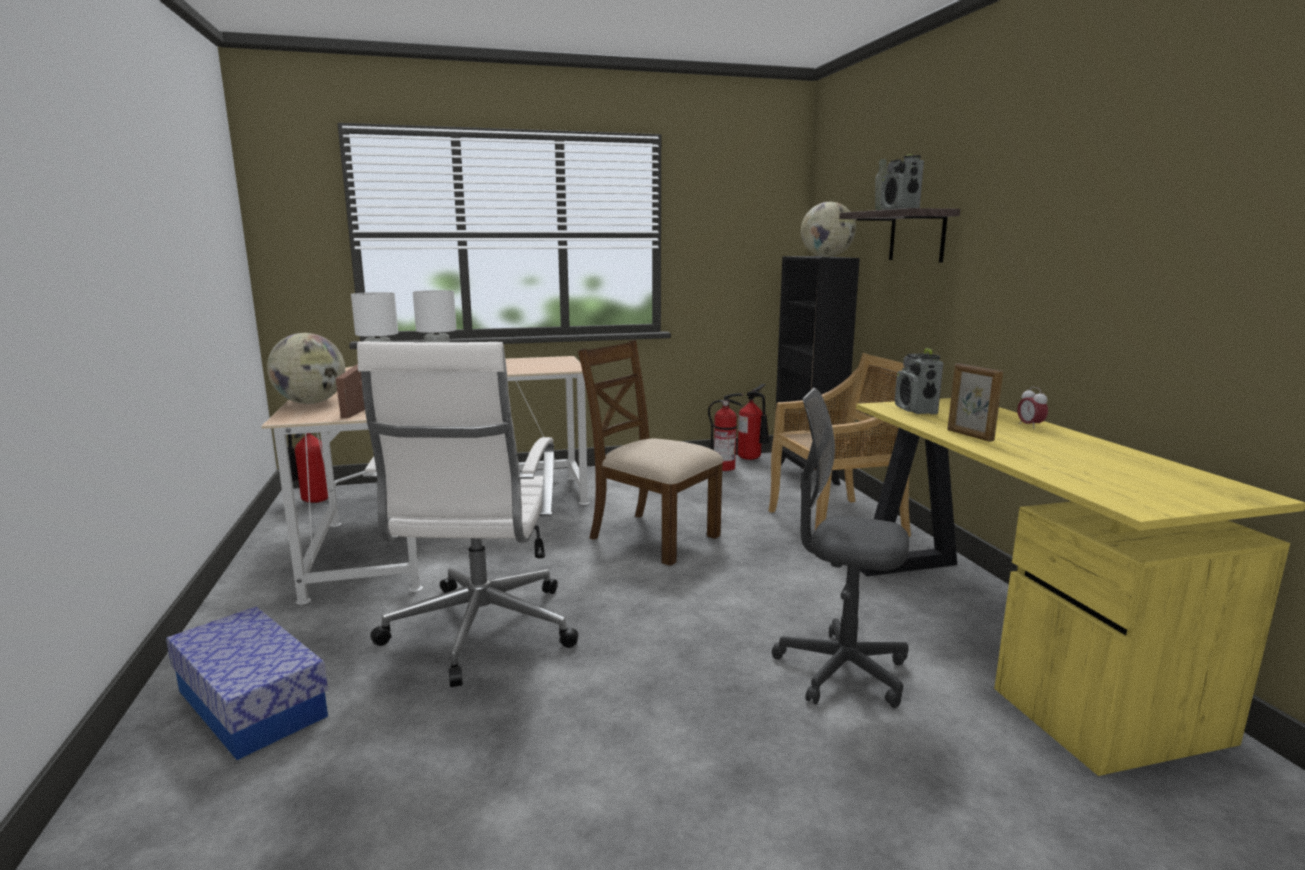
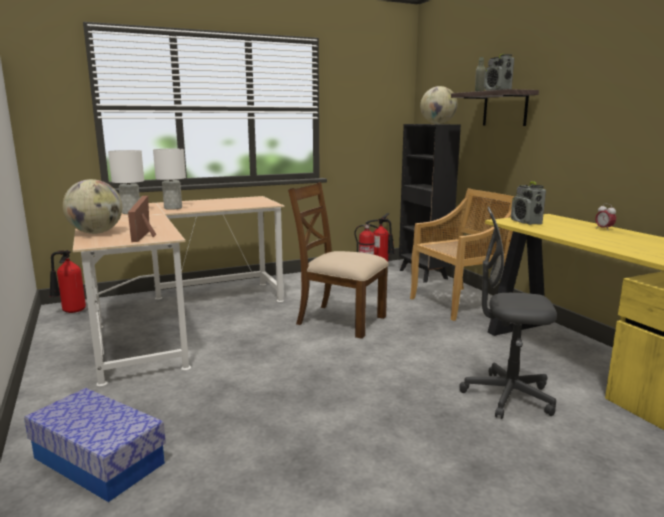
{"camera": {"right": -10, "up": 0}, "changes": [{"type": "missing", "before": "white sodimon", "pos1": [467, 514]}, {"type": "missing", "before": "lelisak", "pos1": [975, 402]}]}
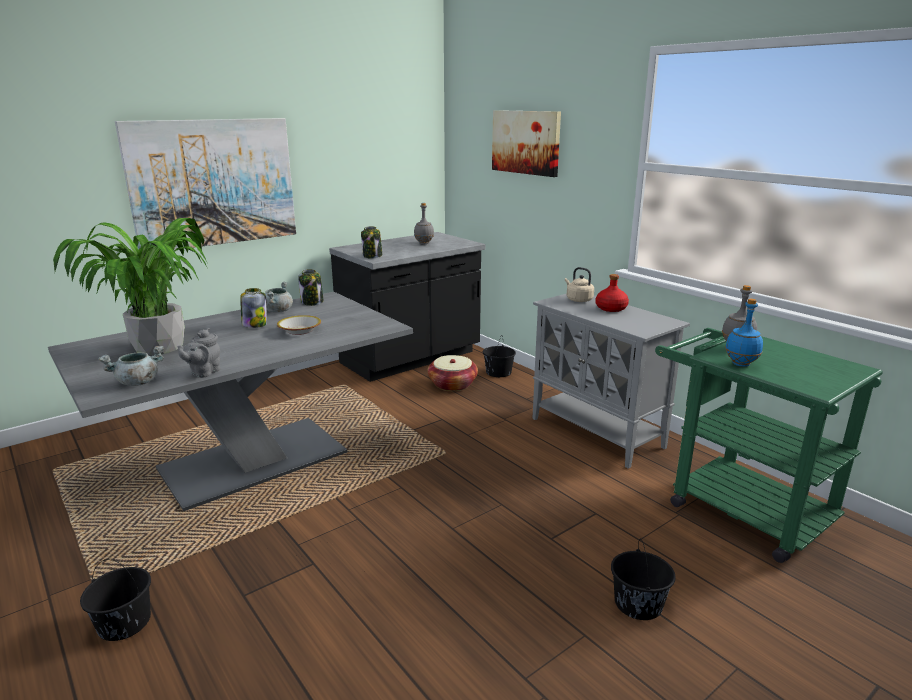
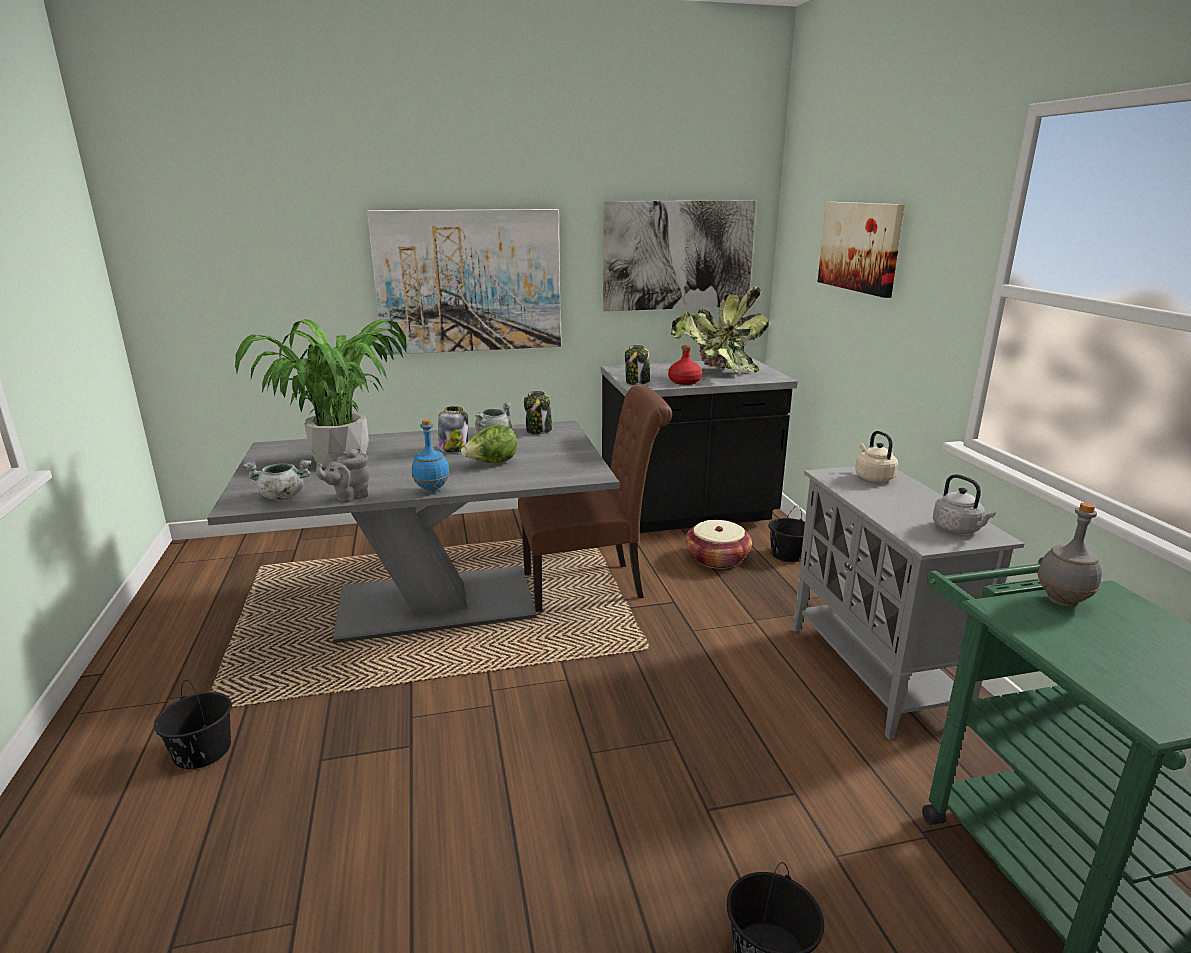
{"camera": {"right": 25, "up": 0}, "changes": [{"type": "exchanged", "before": "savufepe", "after": "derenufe", "pos1": [299, 325], "pos2": [489, 444]}, {"type": "exchanged", "before": "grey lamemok", "after": "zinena", "pos1": [424, 223], "pos2": [720, 329]}, {"type": "relocated", "before": "red lamemok", "pos1": [612, 293], "pos2": [685, 365]}, {"type": "relocated", "before": "blue lamemok", "pos1": [744, 332], "pos2": [431, 456]}, {"type": "appeared", "after": "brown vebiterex", "pos2": [595, 498]}, {"type": "appeared", "after": "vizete", "pos2": [679, 256]}, {"type": "appeared", "after": "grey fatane", "pos2": [964, 504]}]}
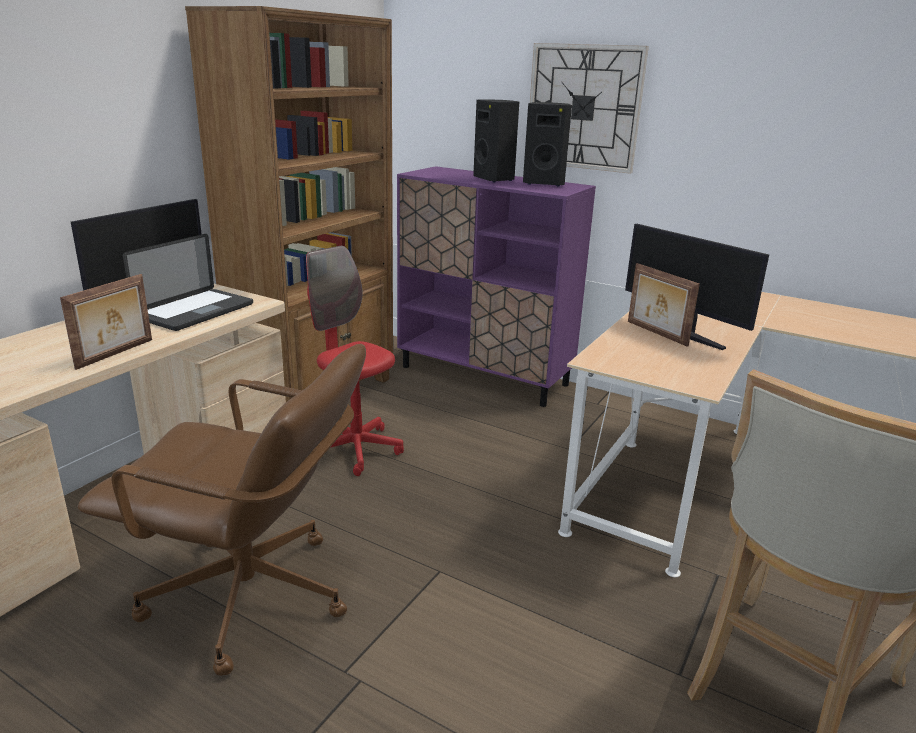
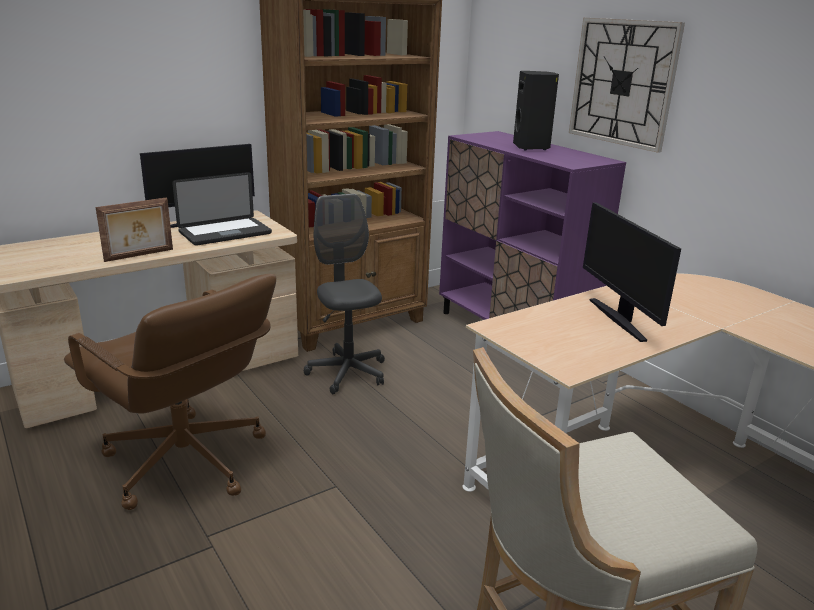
{"camera": {"right": 25, "up": 0}, "changes": [{"type": "colour", "before": "red sodimon", "after": "grey sodimon", "pos1": [355, 361], "pos2": [344, 294]}, {"type": "missing", "before": "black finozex", "pos1": [547, 144]}, {"type": "missing", "before": "lelisak", "pos1": [664, 305]}]}
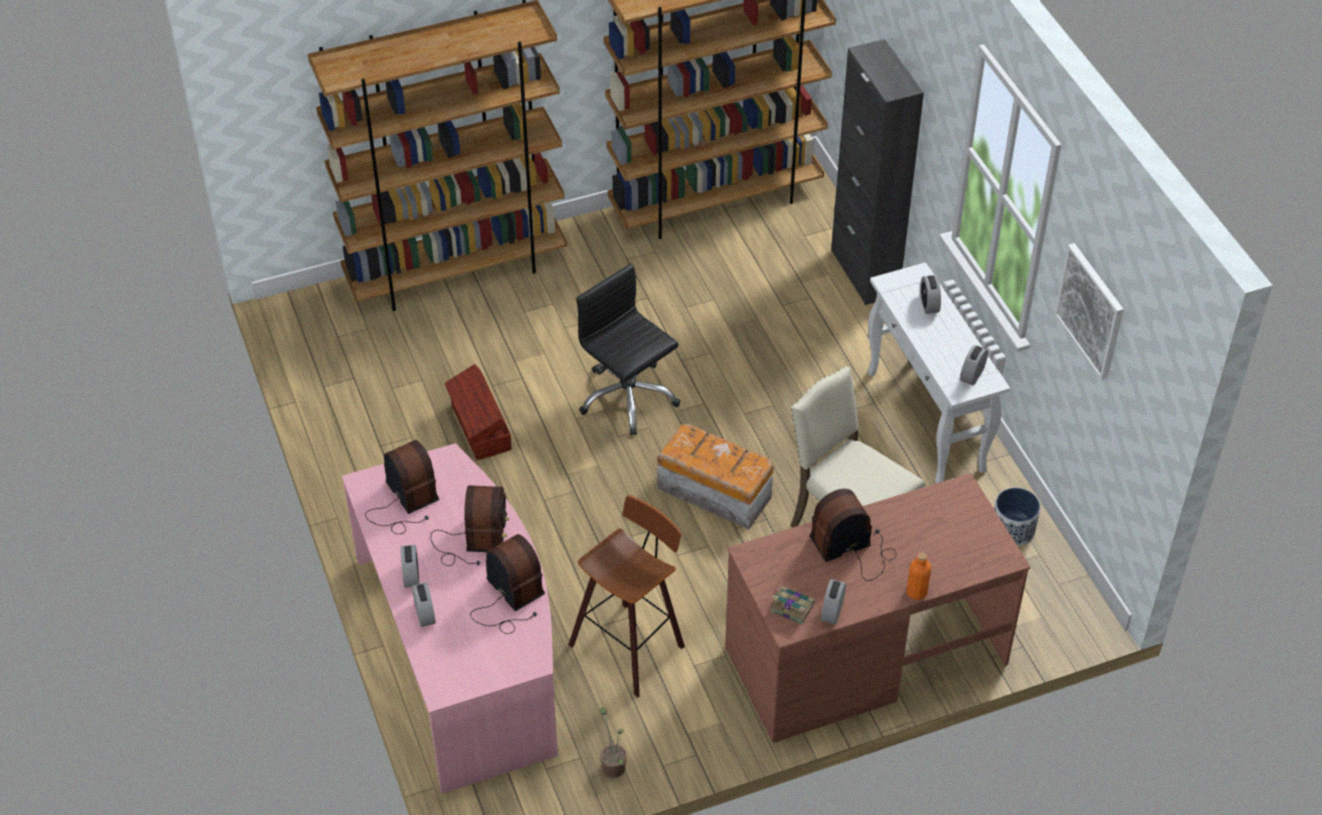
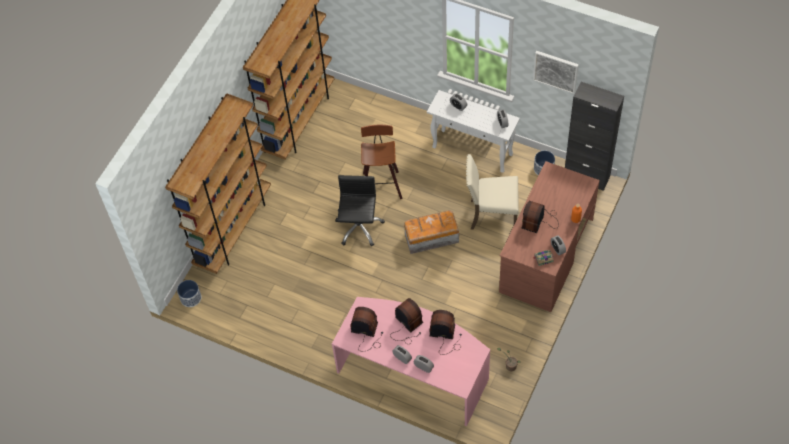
{"camera": {"right": -40, "up": 10}, "changes": [{"type": "missing", "before": "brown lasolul", "pos1": [478, 412]}, {"type": "relocated", "before": "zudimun", "pos1": [627, 596], "pos2": [382, 162]}, {"type": "spun", "before": "black sodimon", "pos1": [628, 349], "pos2": [360, 210], "turn": 90}, {"type": "relocated", "before": "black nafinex", "pos1": [877, 172], "pos2": [594, 136]}, {"type": "appeared", "after": "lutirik", "pos2": [189, 293]}]}
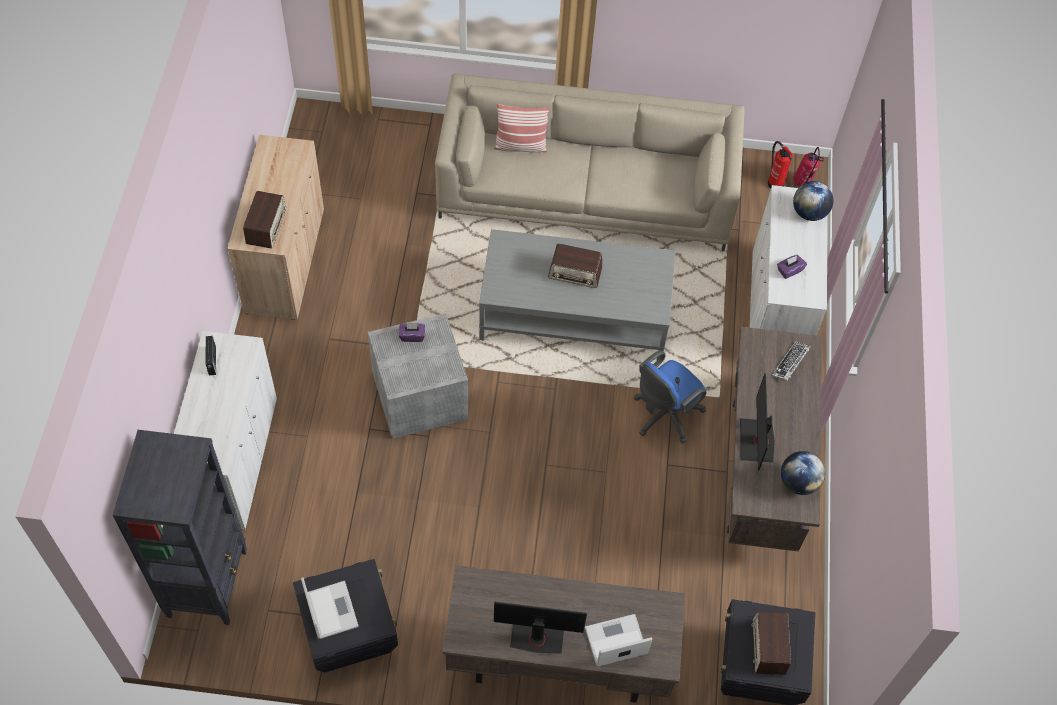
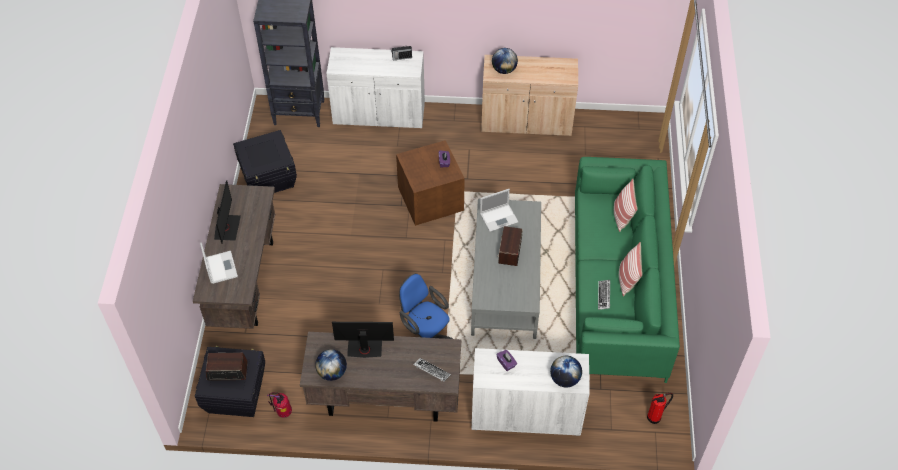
{"camera": {"right": 90, "up": -5}, "changes": [{"type": "exchanged", "before": "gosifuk", "after": "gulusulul", "pos1": [264, 220], "pos2": [505, 61]}, {"type": "relocated", "before": "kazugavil", "pos1": [330, 608], "pos2": [499, 210]}, {"type": "colour", "before": "grey lasolul", "after": "brown lasolul", "pos1": [418, 376], "pos2": [430, 183]}, {"type": "colour", "before": "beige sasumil", "after": "green sasumil", "pos1": [590, 162], "pos2": [627, 270]}, {"type": "relocated", "before": "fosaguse", "pos1": [808, 167], "pos2": [279, 405]}, {"type": "appeared", "after": "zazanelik", "pos2": [604, 295]}, {"type": "appeared", "after": "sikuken", "pos2": [631, 269]}]}
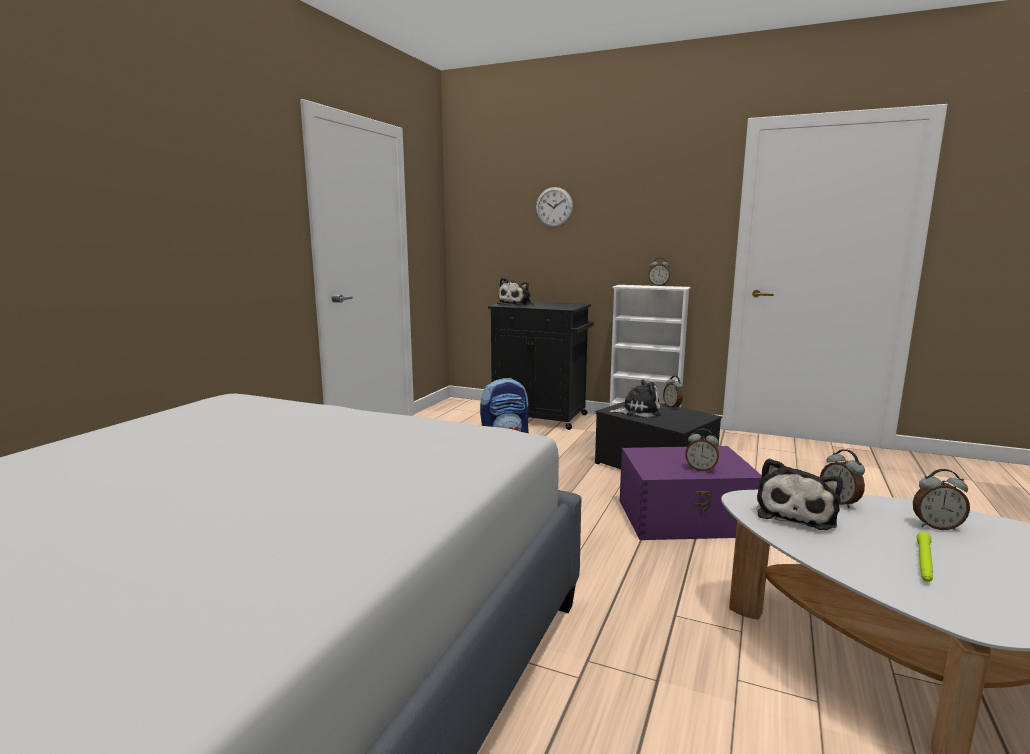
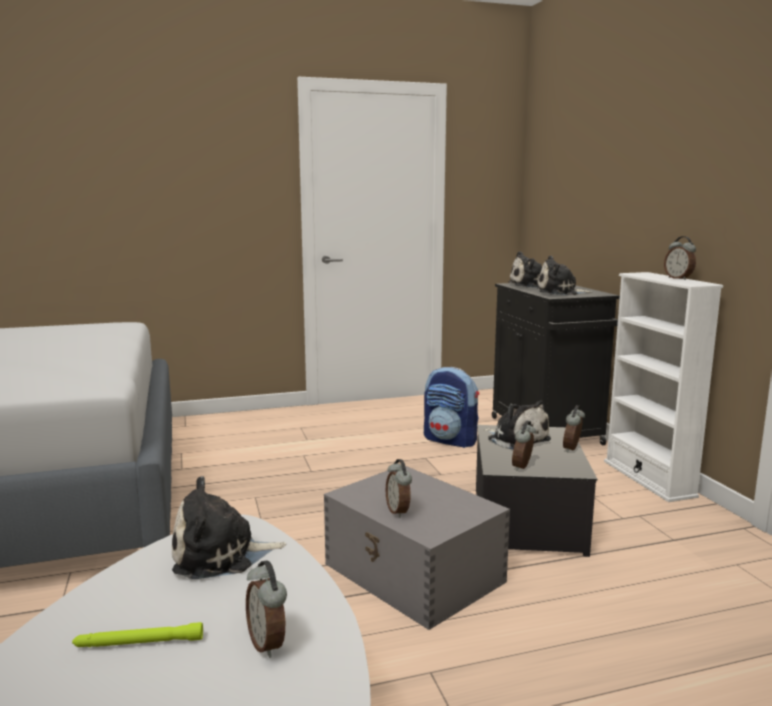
{"camera": {"right": 50, "up": 0}, "changes": [{"type": "missing", "before": "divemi", "pos1": [554, 207]}, {"type": "colour", "before": "purple lasolul", "after": "grey lasolul", "pos1": [691, 493], "pos2": [417, 548]}, {"type": "relocated", "before": "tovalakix", "pos1": [842, 479], "pos2": [524, 446]}, {"type": "appeared", "after": "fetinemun", "pos2": [564, 275]}]}
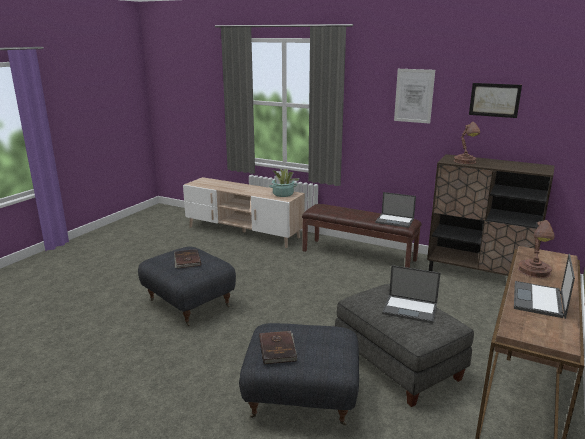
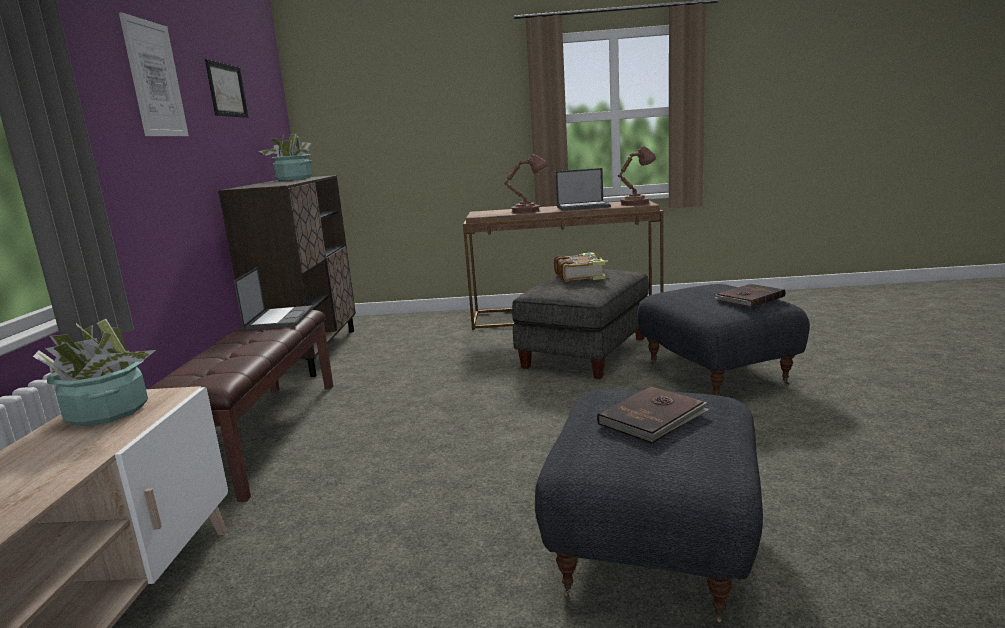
{"camera": {"right": -115, "up": -5}, "changes": [{"type": "exchanged", "before": "kazugavil", "after": "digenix", "pos1": [411, 294], "pos2": [581, 267]}, {"type": "relocated", "before": "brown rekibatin", "pos1": [467, 143], "pos2": [637, 176]}, {"type": "appeared", "after": "zinena", "pos2": [285, 157]}]}
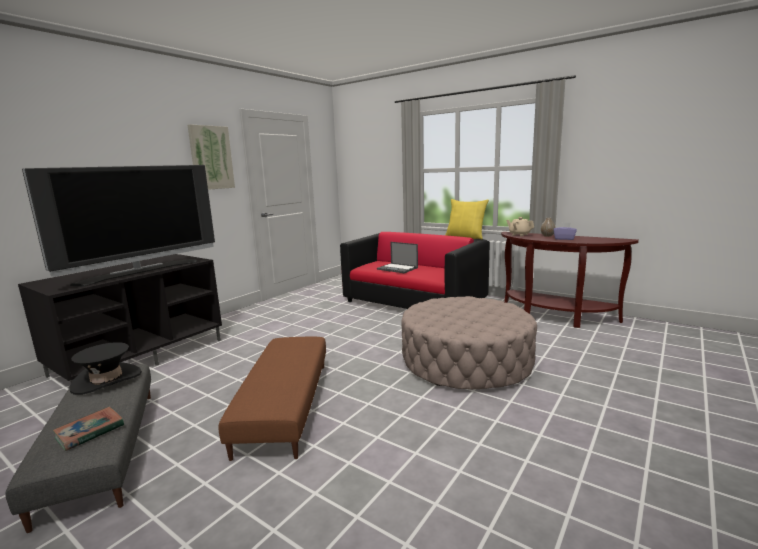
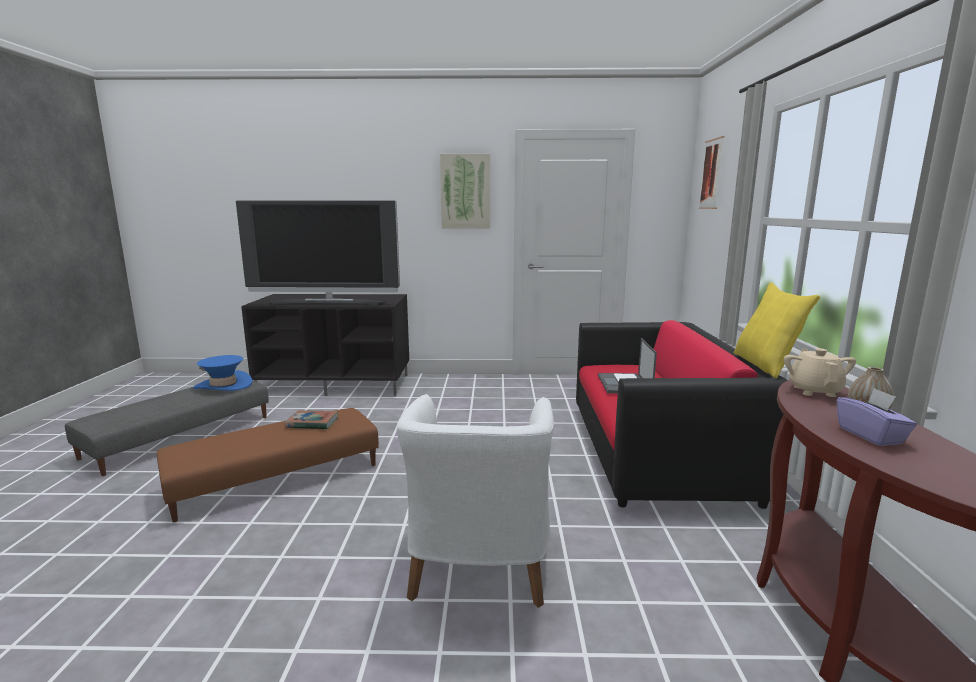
{"camera": {"right": 55, "up": 0}, "changes": [{"type": "relocated", "before": "digenix", "pos1": [88, 429], "pos2": [311, 419]}, {"type": "colour", "before": "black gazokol", "after": "blue gazokol", "pos1": [105, 368], "pos2": [222, 373]}, {"type": "exchanged", "before": "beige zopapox", "after": "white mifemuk", "pos1": [469, 342], "pos2": [475, 501]}, {"type": "appeared", "after": "vizete", "pos2": [711, 172]}]}
